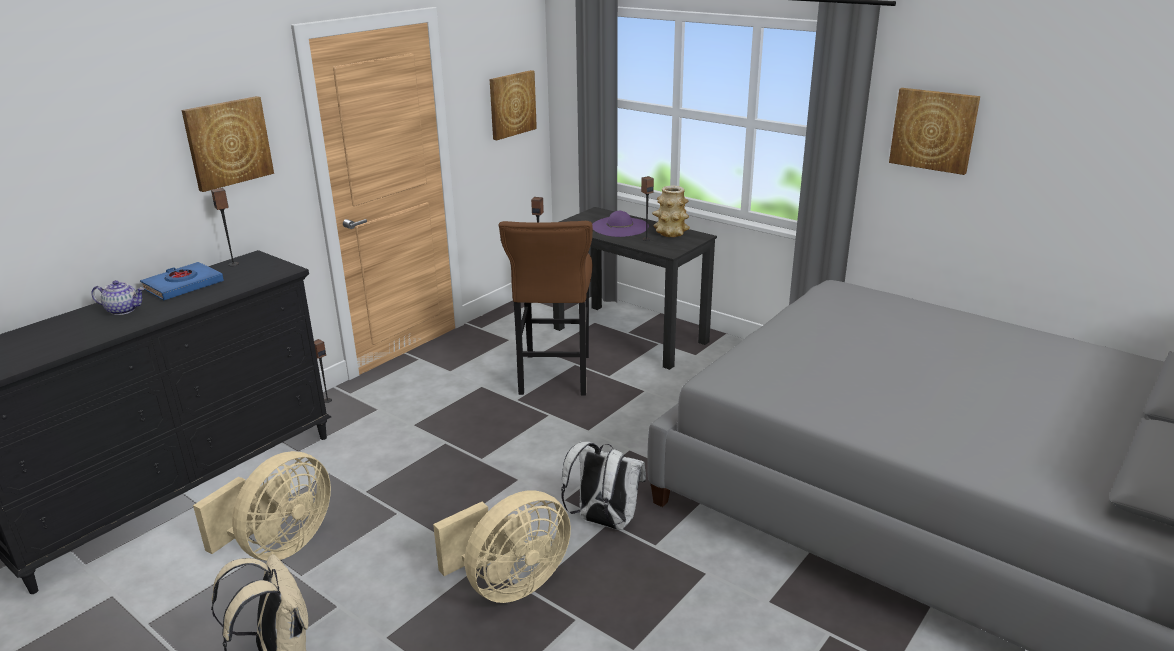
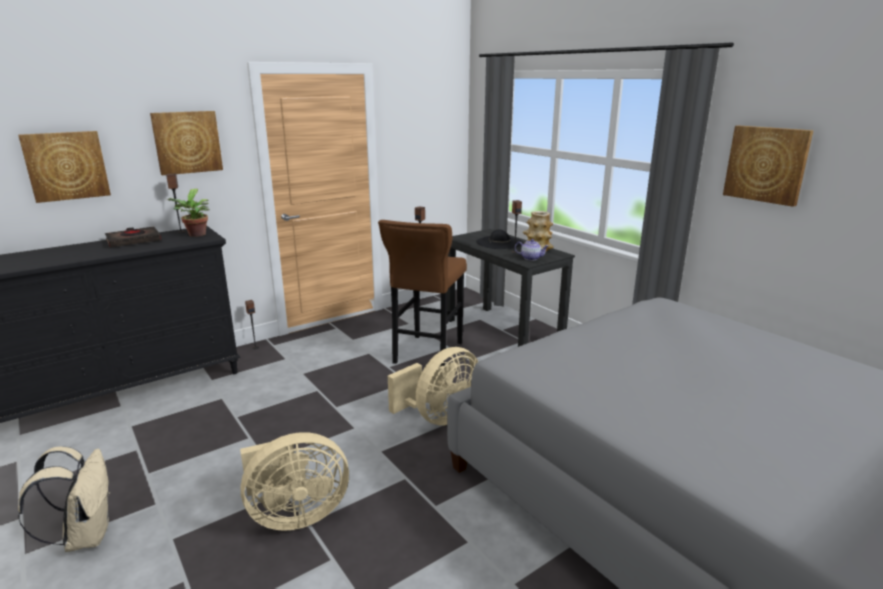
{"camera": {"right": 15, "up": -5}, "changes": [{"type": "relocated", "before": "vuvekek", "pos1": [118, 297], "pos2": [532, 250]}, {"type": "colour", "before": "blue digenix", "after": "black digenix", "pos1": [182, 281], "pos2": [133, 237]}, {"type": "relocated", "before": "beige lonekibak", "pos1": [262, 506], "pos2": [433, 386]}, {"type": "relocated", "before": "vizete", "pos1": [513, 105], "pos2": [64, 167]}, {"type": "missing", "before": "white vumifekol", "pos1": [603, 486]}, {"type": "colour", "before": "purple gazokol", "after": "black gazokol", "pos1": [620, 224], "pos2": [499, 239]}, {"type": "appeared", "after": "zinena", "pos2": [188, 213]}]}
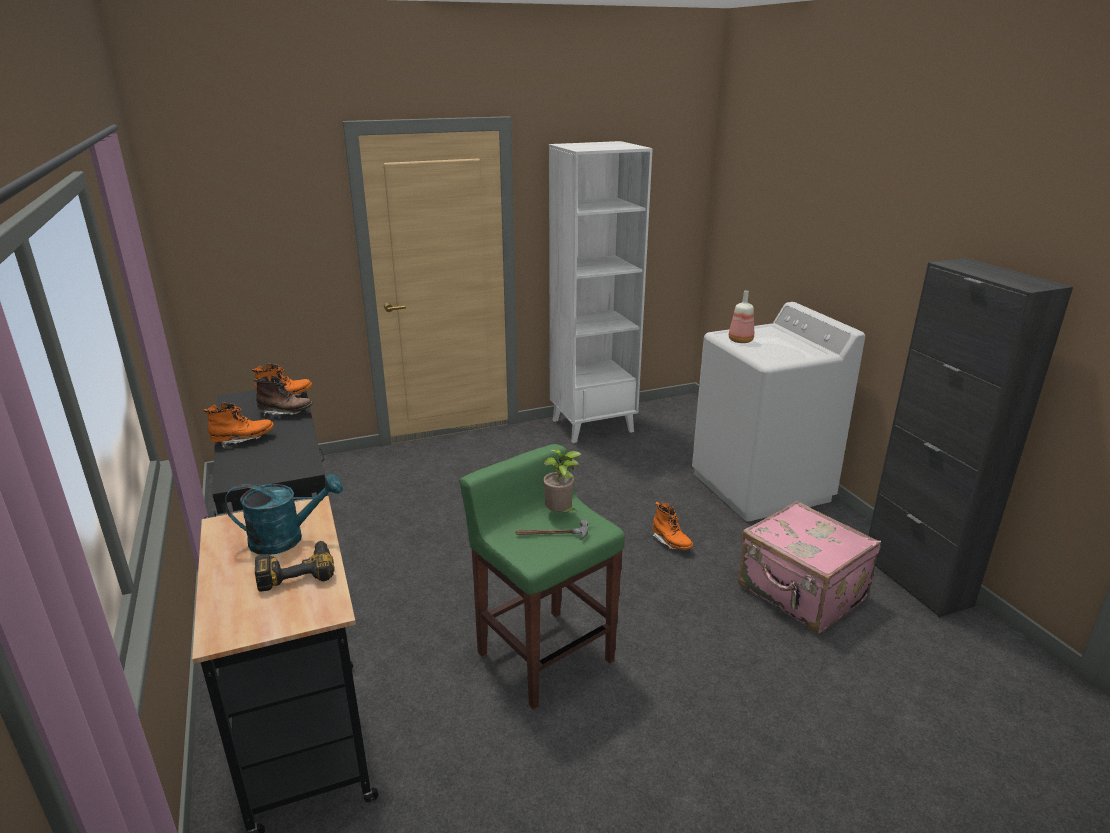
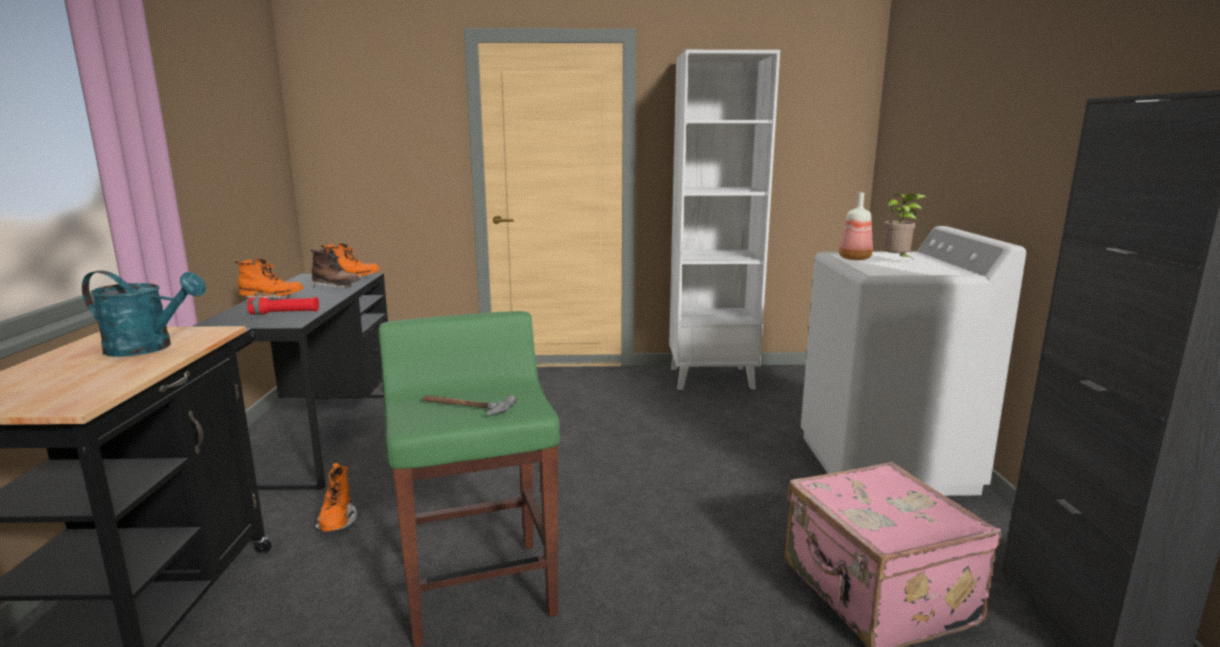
{"camera": {"right": 20, "up": -10}, "changes": [{"type": "missing", "before": "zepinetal", "pos1": [294, 566]}, {"type": "relocated", "before": "zinena", "pos1": [562, 481], "pos2": [904, 227]}, {"type": "relocated", "before": "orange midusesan", "pos1": [672, 526], "pos2": [336, 497]}, {"type": "appeared", "after": "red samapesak", "pos2": [283, 306]}]}
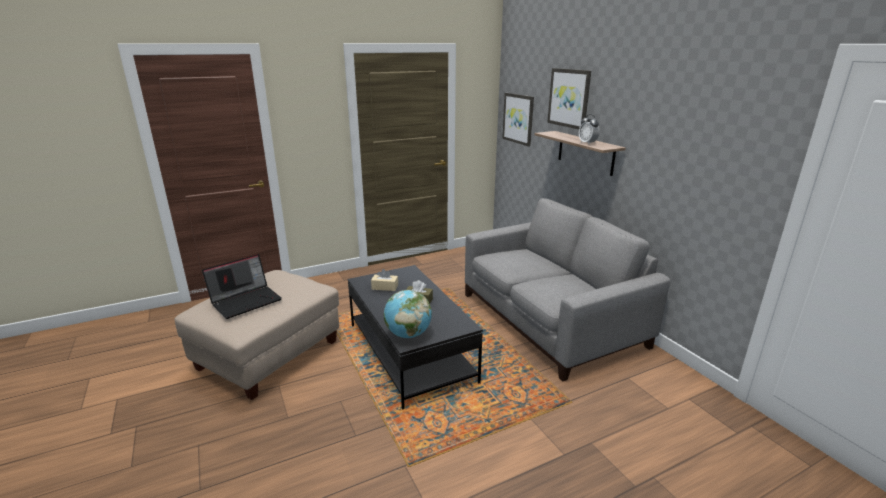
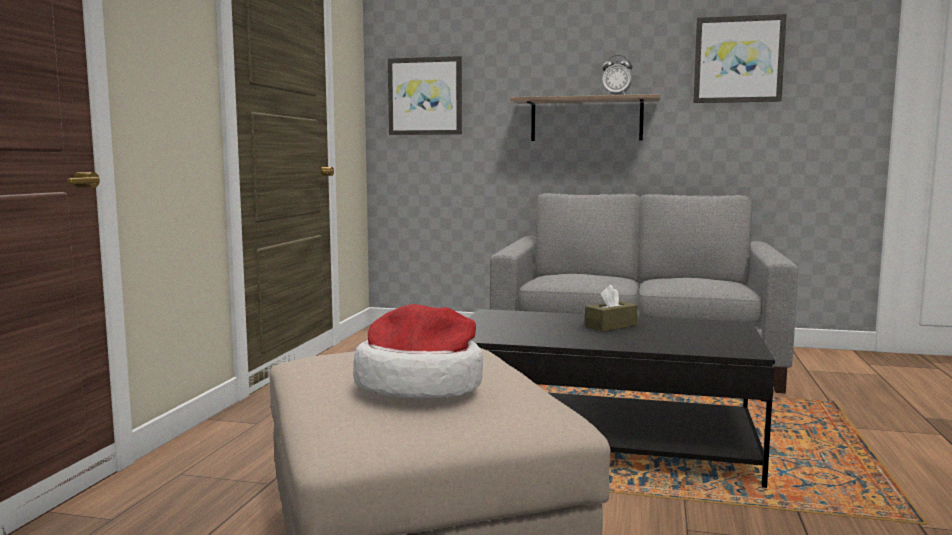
{"camera": {"right": -50, "up": -15}, "changes": [{"type": "exchanged", "before": "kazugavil", "after": "gazokol", "pos1": [242, 286], "pos2": [418, 351]}, {"type": "missing", "before": "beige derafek", "pos1": [384, 280]}, {"type": "missing", "before": "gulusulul", "pos1": [408, 314]}, {"type": "relocated", "before": "vizete", "pos1": [569, 98], "pos2": [740, 58]}]}
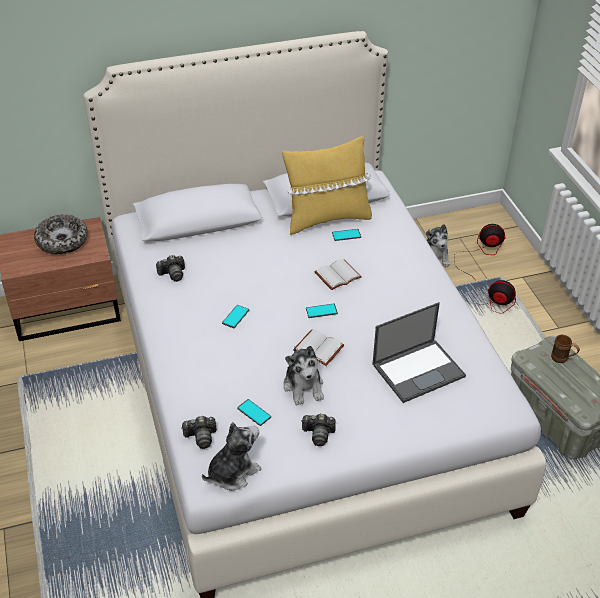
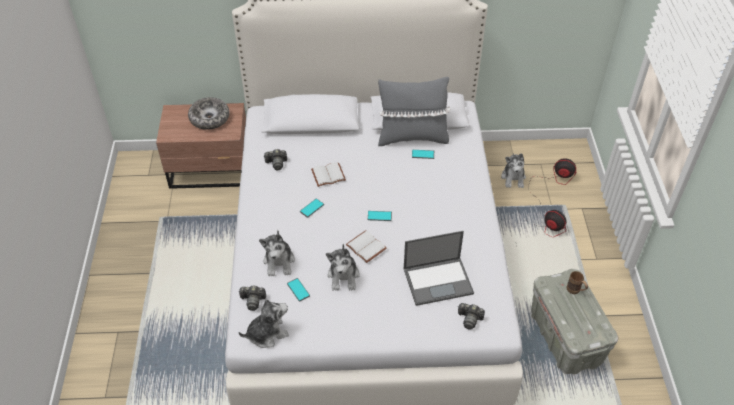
{"camera": {"right": 15, "up": 5}, "changes": [{"type": "colour", "before": "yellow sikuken", "after": "grey sikuken", "pos1": [327, 185], "pos2": [414, 111]}, {"type": "relocated", "before": "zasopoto", "pos1": [318, 430], "pos2": [471, 316]}, {"type": "relocated", "before": "white digenix", "pos1": [338, 274], "pos2": [328, 174]}, {"type": "appeared", "after": "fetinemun", "pos2": [277, 253]}]}
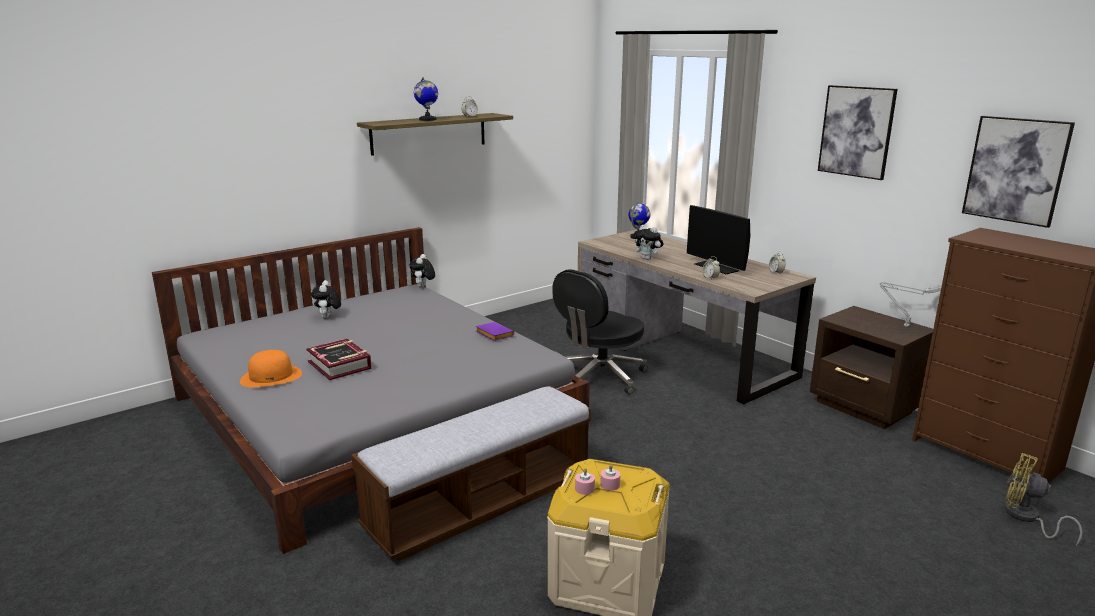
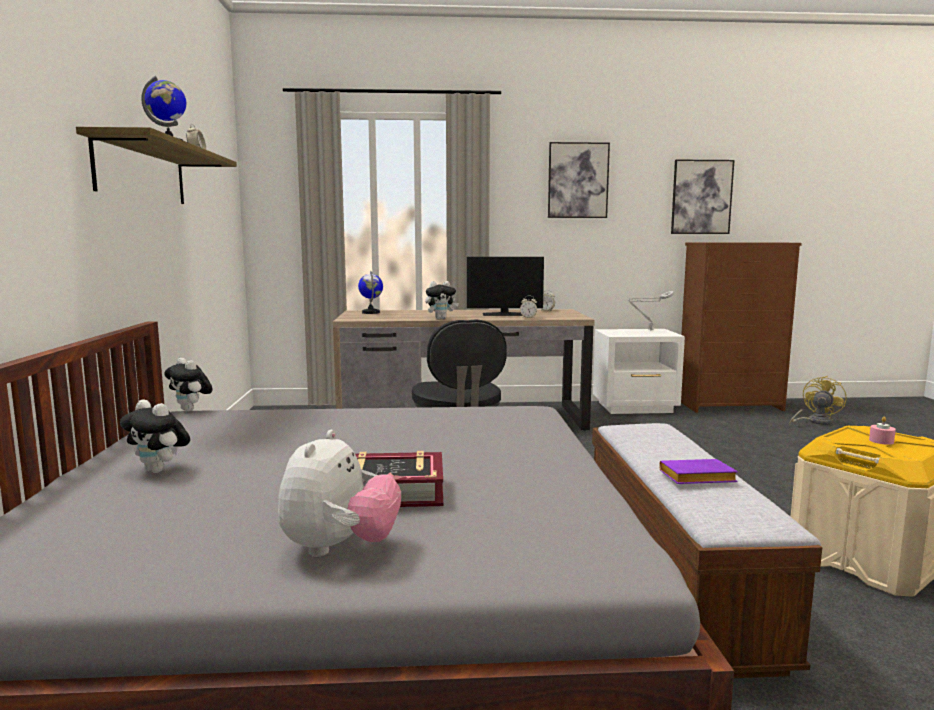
{"camera": {"right": -55, "up": -10}, "changes": [{"type": "exchanged", "before": "orange gazokol", "after": "fetinemun", "pos1": [271, 368], "pos2": [339, 493]}, {"type": "relocated", "before": "purple digenix", "pos1": [495, 331], "pos2": [698, 471]}, {"type": "missing", "before": "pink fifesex", "pos1": [585, 481]}, {"type": "colour", "before": "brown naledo", "after": "white naledo", "pos1": [871, 367], "pos2": [639, 371]}, {"type": "spun", "before": "yellow lonekibak", "pos1": [1044, 499], "pos2": [818, 400], "turn": 150}]}
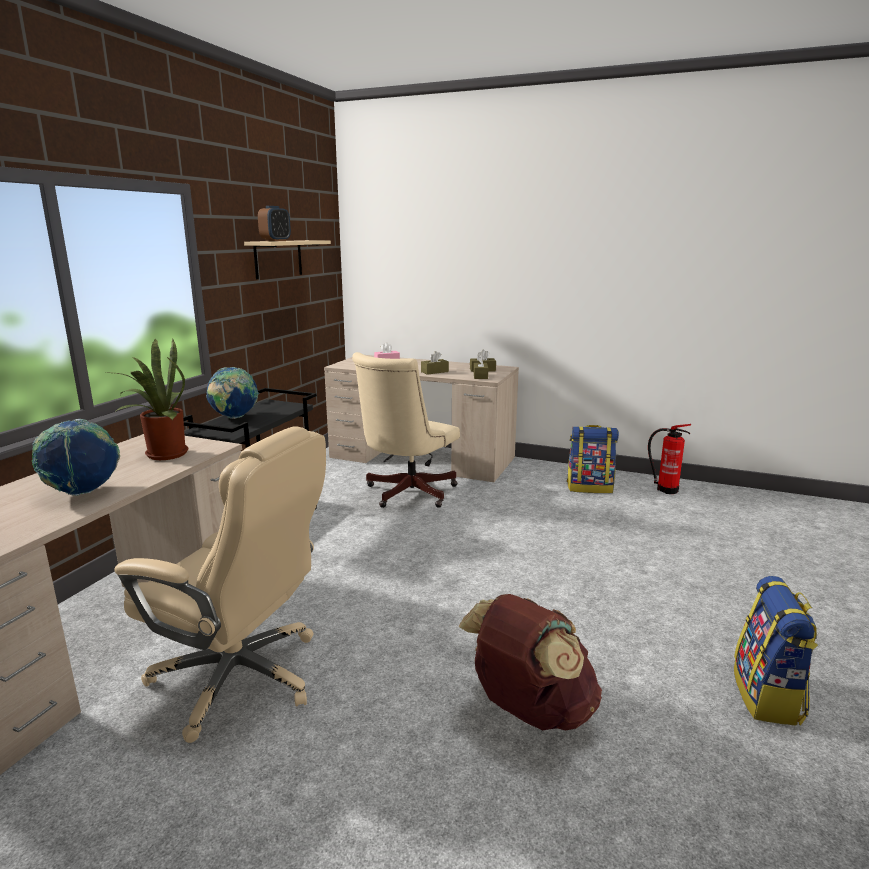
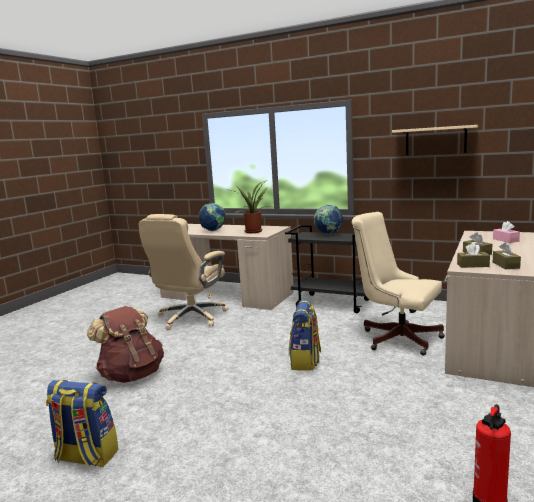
{"camera": {"right": 95, "up": -5}, "changes": [{"type": "missing", "before": "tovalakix", "pos1": [274, 223]}, {"type": "relocated", "before": "vumifekol", "pos1": [593, 459], "pos2": [305, 335]}]}
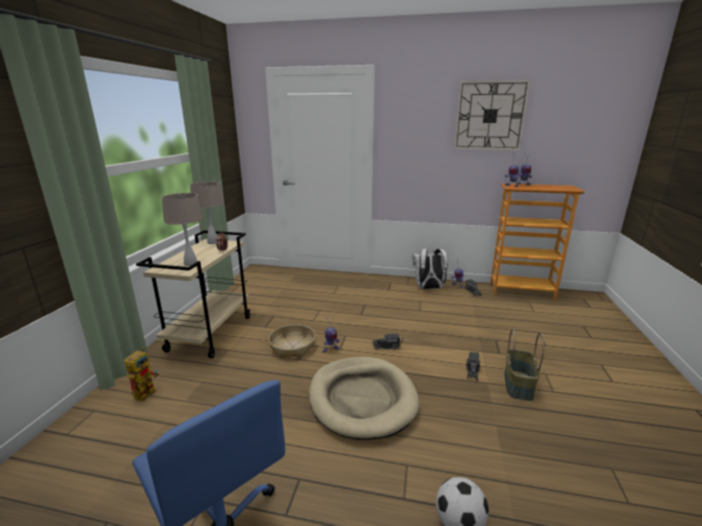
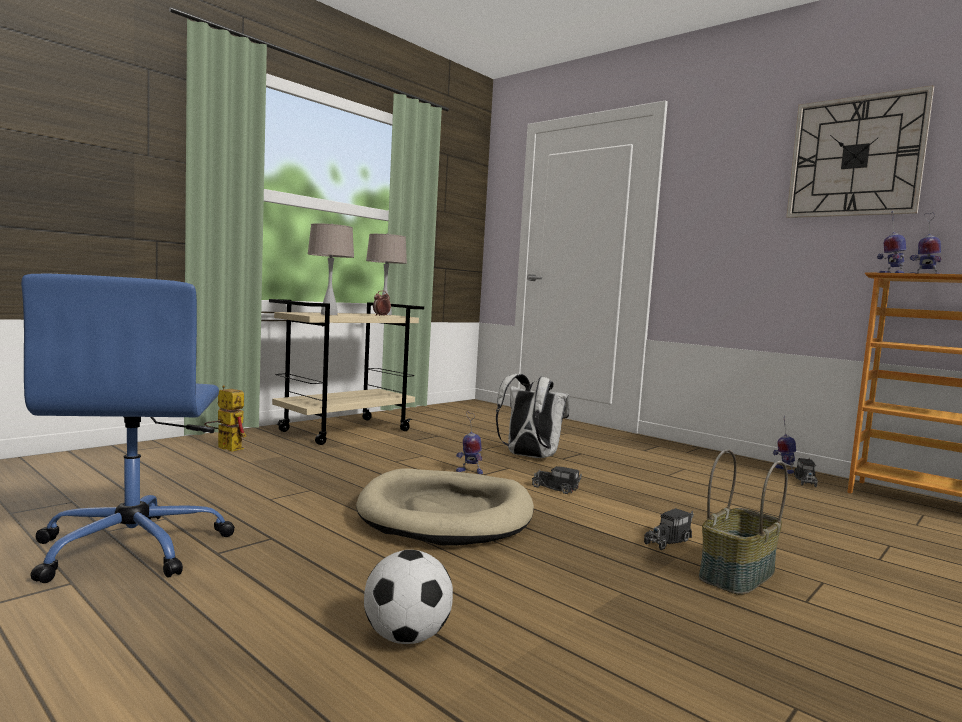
{"camera": {"right": 30, "up": -15}, "changes": [{"type": "spun", "before": "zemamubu", "pos1": [141, 374], "pos2": [225, 418], "turn": -105}, {"type": "missing", "before": "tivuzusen", "pos1": [292, 341]}, {"type": "relocated", "before": "white vumifekol", "pos1": [430, 269], "pos2": [533, 416]}]}
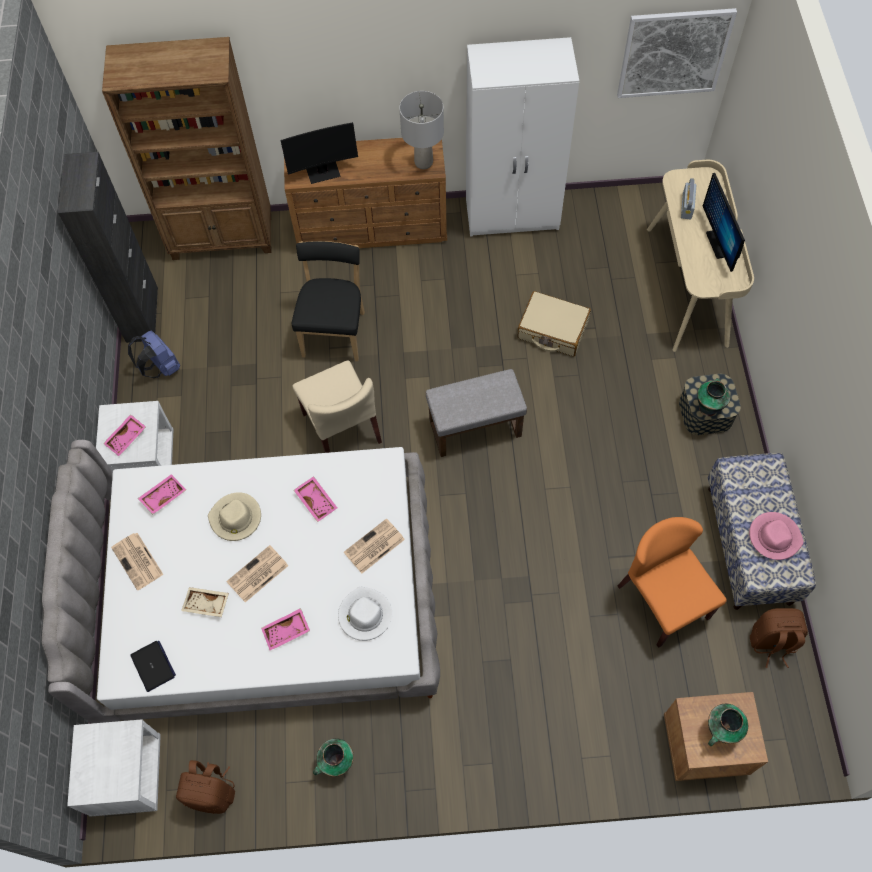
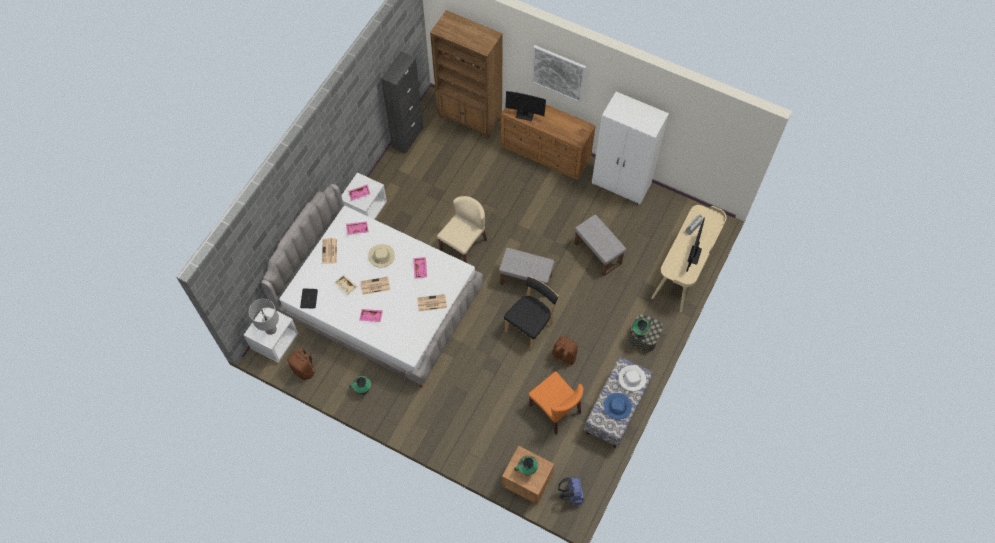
{"camera": {"right": 30, "up": 0}, "changes": [{"type": "relocated", "before": "blue vumifekol", "pos1": [154, 354], "pos2": [571, 491]}, {"type": "relocated", "before": "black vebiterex", "pos1": [328, 301], "pos2": [531, 313]}, {"type": "spun", "before": "beige vebiterex", "pos1": [337, 406], "pos2": [462, 229], "turn": -150}, {"type": "relocated", "before": "white gazokol", "pos1": [365, 614], "pos2": [632, 378]}, {"type": "relocated", "before": "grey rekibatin", "pos1": [421, 130], "pos2": [264, 317]}, {"type": "exchanged", "before": "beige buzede", "after": "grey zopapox", "pos1": [554, 323], "pos2": [600, 245]}, {"type": "relocated", "before": "vizete", "pos1": [677, 53], "pos2": [558, 74]}, {"type": "spun", "before": "orange vebiterex", "pos1": [672, 582], "pos2": [555, 402], "turn": 135}, {"type": "colour", "before": "pink gazokol", "after": "blue gazokol", "pos1": [776, 536], "pos2": [618, 406]}, {"type": "relocated", "before": "brown vumifekol", "pos1": [779, 638], "pos2": [565, 353]}]}
